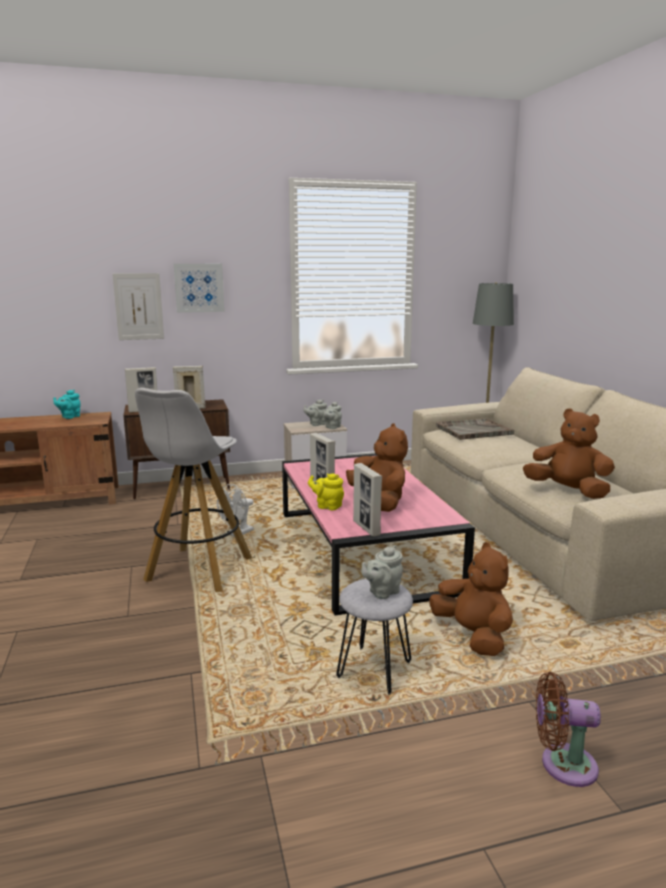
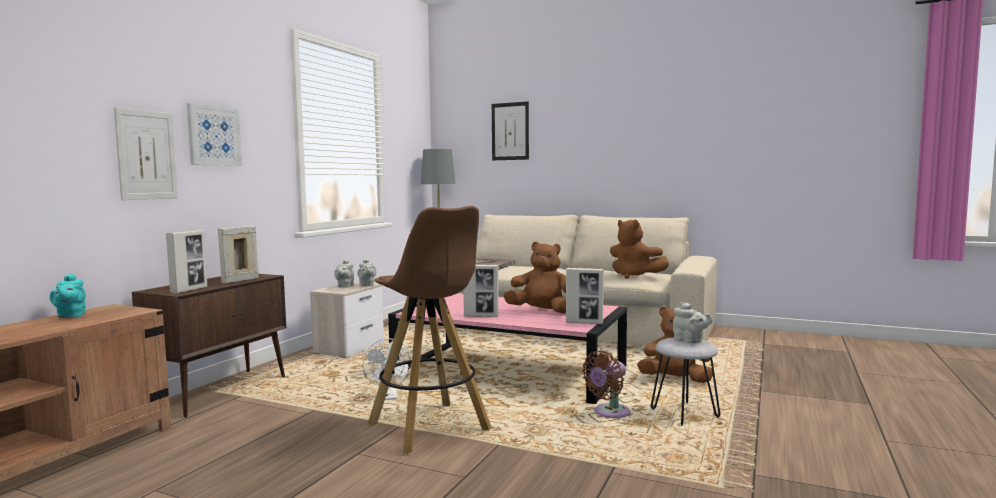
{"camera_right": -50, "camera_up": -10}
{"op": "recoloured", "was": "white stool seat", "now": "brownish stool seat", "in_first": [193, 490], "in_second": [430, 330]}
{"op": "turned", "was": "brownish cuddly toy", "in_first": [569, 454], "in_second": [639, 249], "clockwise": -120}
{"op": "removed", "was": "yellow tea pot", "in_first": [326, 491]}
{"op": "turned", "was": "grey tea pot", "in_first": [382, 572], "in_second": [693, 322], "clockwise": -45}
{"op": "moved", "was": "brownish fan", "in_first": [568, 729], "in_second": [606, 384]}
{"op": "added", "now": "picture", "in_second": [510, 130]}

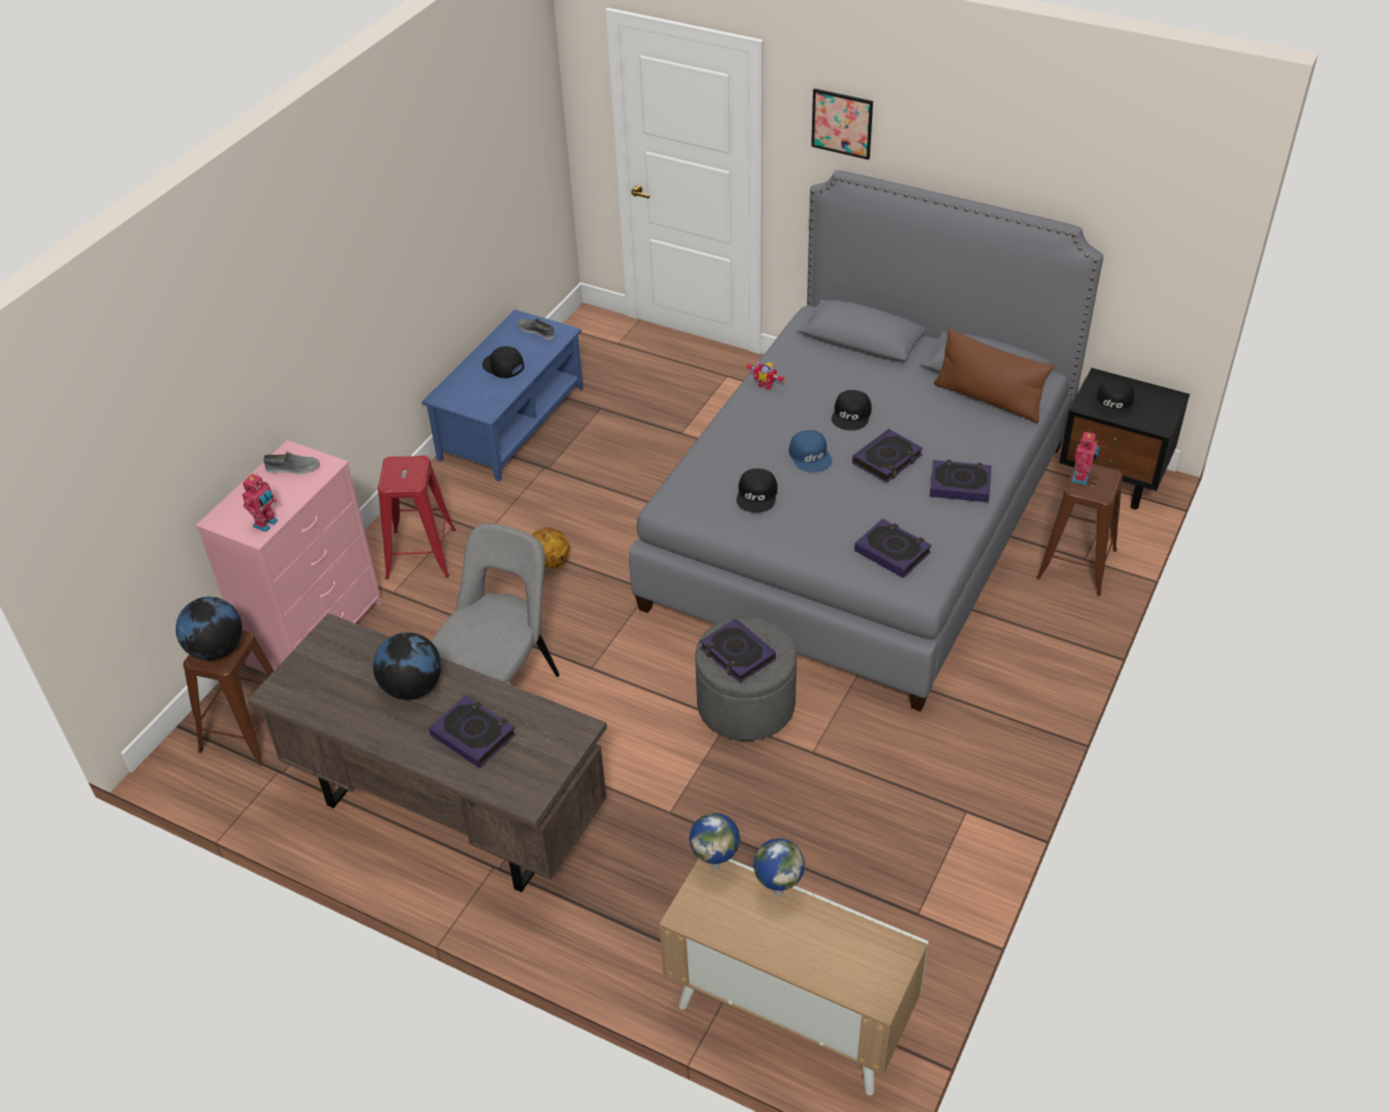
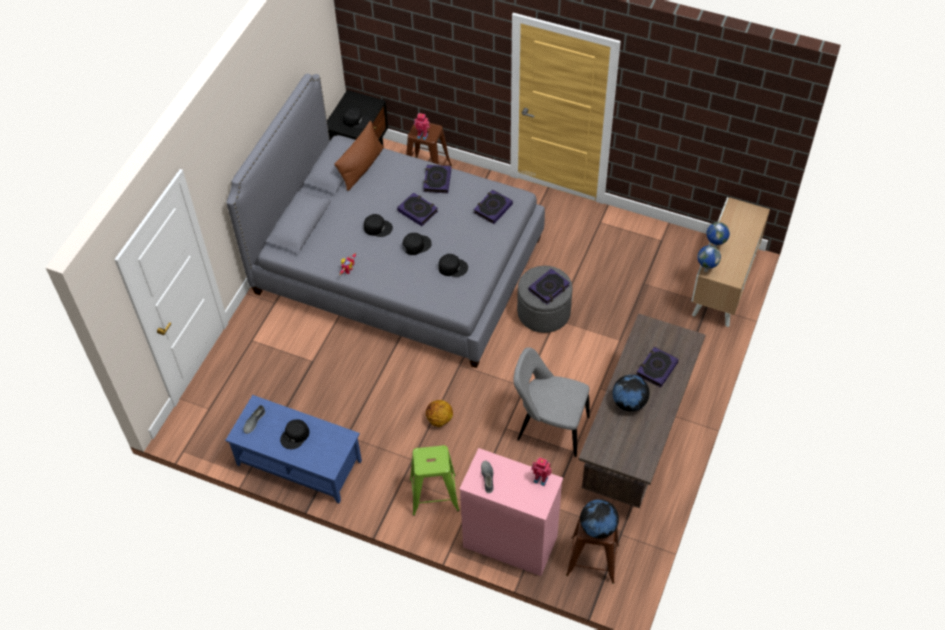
{"camera_right": -95, "camera_up": 10}
{"op": "removed", "was": "picture", "in_first": [842, 124]}
{"op": "recoloured", "was": "bluish peaked cap", "now": "blackish peaked cap", "in_first": [810, 451], "in_second": [417, 244]}
{"op": "recoloured", "was": "red-coloured stool seat", "now": "greenish stool seat", "in_first": [417, 517], "in_second": [434, 480]}

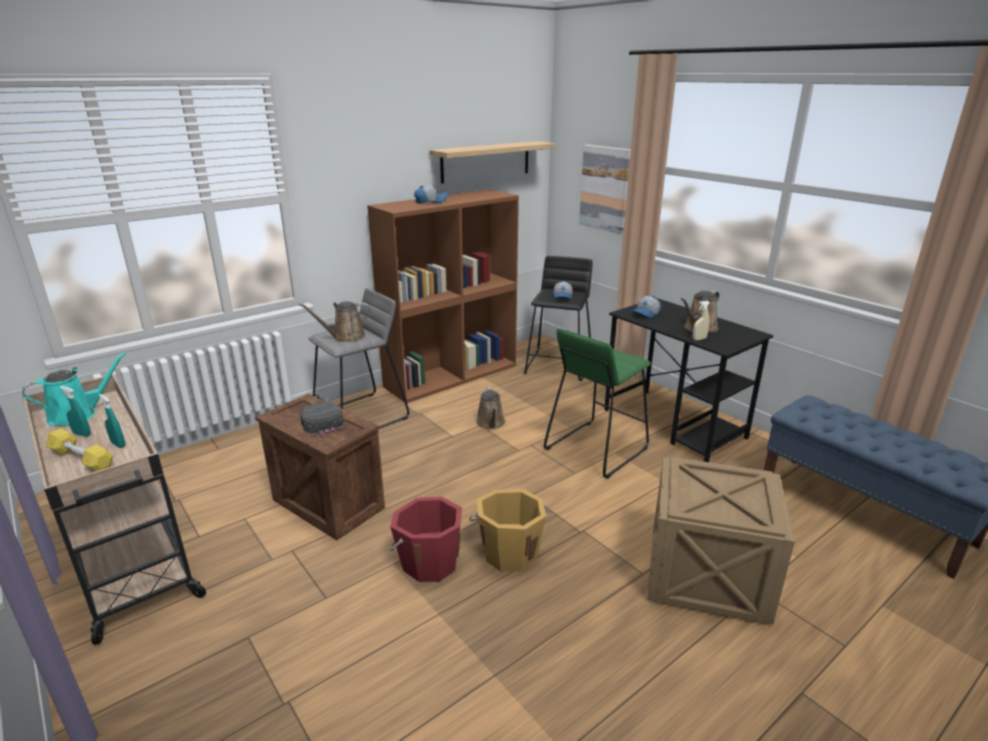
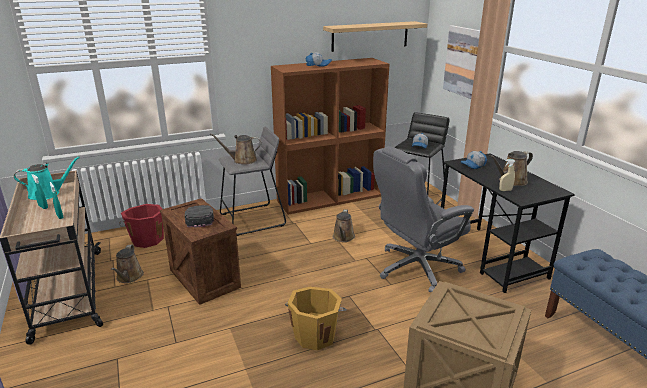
{"camera_right": 15, "camera_up": 0}
{"op": "replaced", "was": "greenish stool seat", "now": "grey computer chair", "in_first": [597, 403], "in_second": [423, 219]}
{"op": "removed", "was": "yellow hand weight", "in_first": [79, 449]}
{"op": "moved", "was": "red-coloured bucket", "in_first": [426, 539], "in_second": [141, 226]}
{"op": "added", "now": "brownish watering pot", "in_second": [127, 264]}

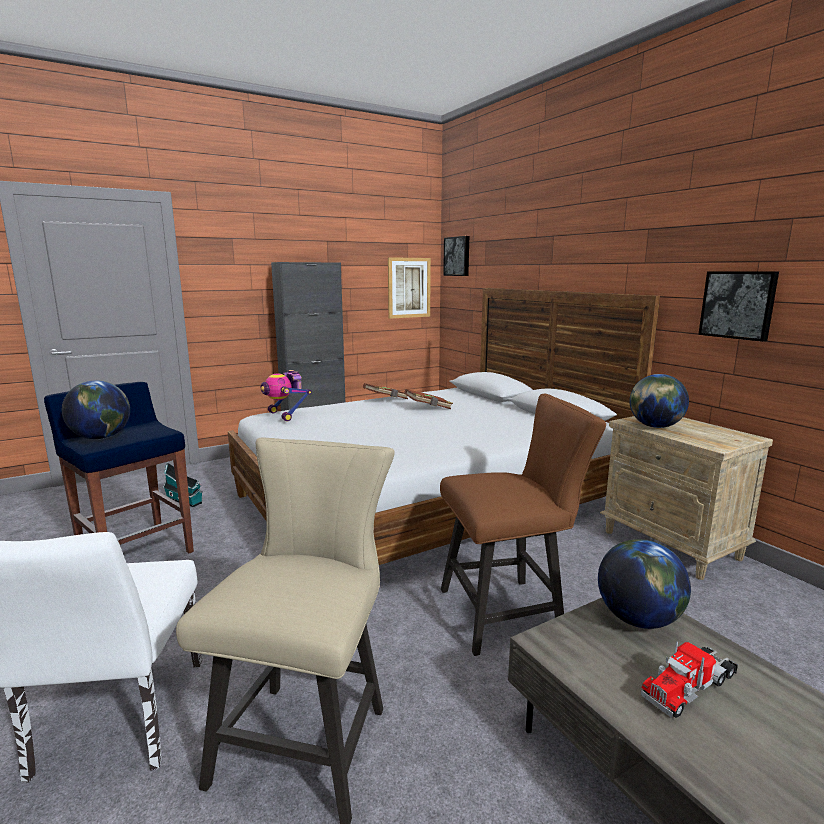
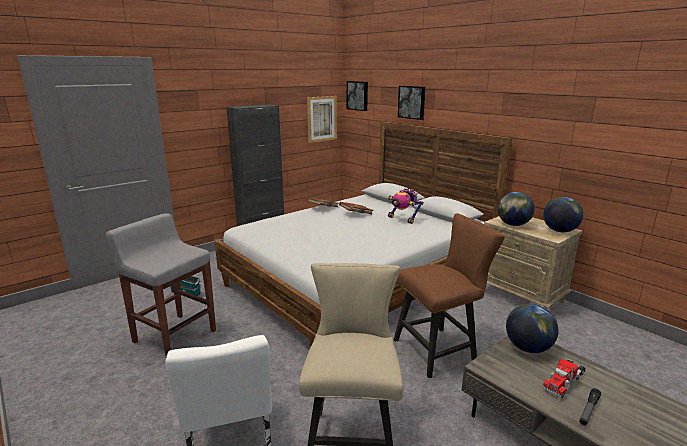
{"camera_right": -10, "camera_up": 5}
{"op": "moved", "was": "picture", "in_first": [738, 306], "in_second": [411, 103]}
{"op": "moved", "was": "model robot", "in_first": [286, 395], "in_second": [406, 206]}
{"op": "moved", "was": "world globe", "in_first": [96, 409], "in_second": [563, 214]}
{"op": "recoloured", "was": "bluish stool seat", "now": "grey stool seat", "in_first": [119, 467], "in_second": [161, 285]}
{"op": "added", "now": "flashlight", "in_second": [590, 407]}

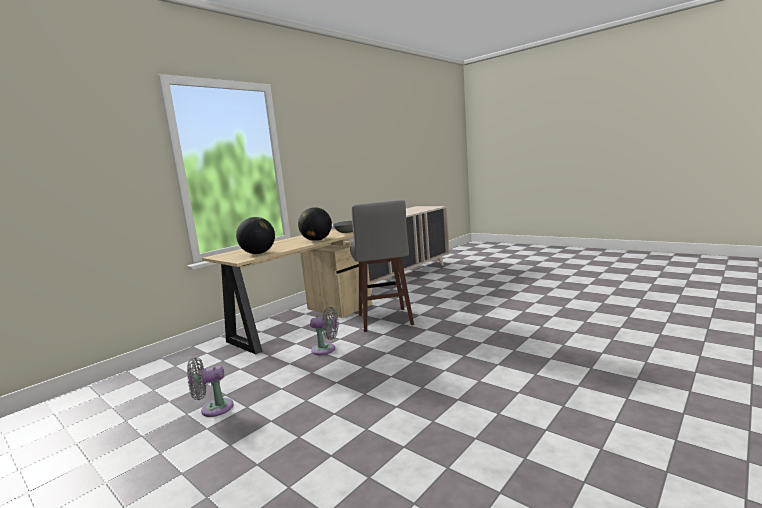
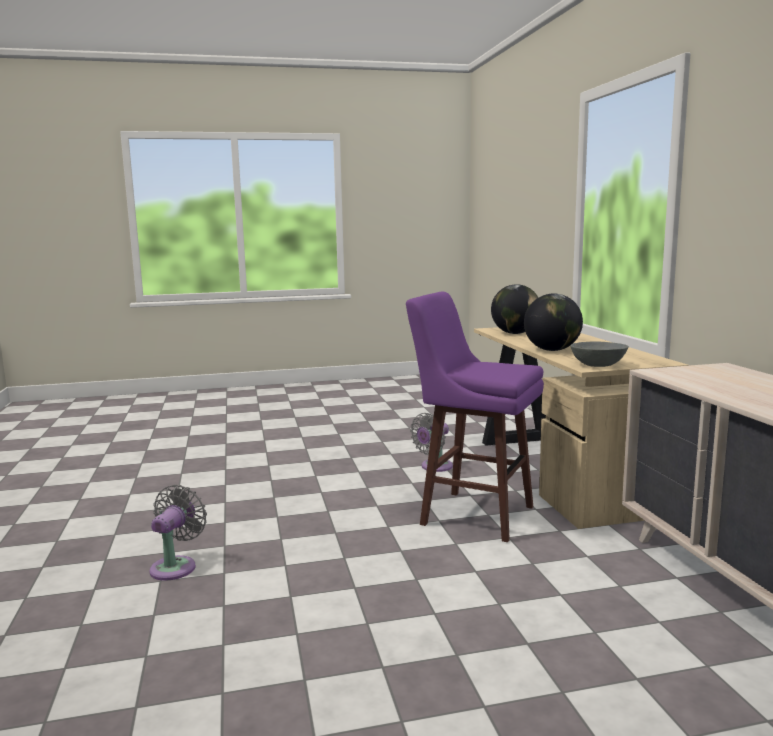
{"camera_right": 125, "camera_up": 0}
{"op": "recoloured", "was": "grey stool seat", "now": "purplish stool seat", "in_first": [382, 266], "in_second": [475, 416]}
{"op": "moved", "was": "grey fan", "in_first": [210, 387], "in_second": [178, 532]}

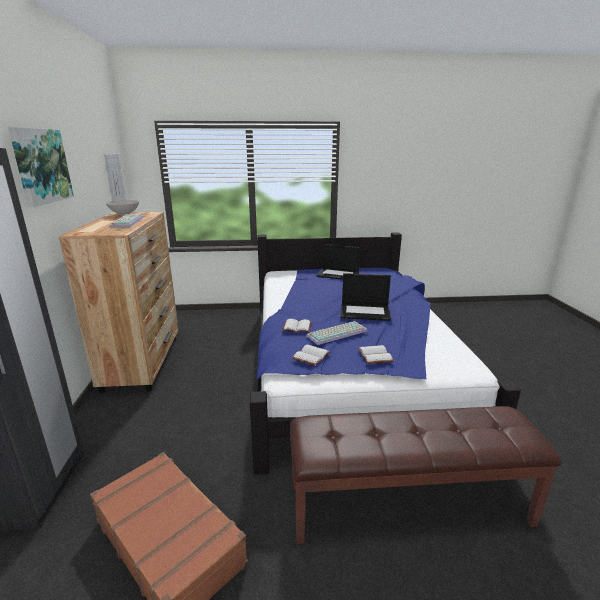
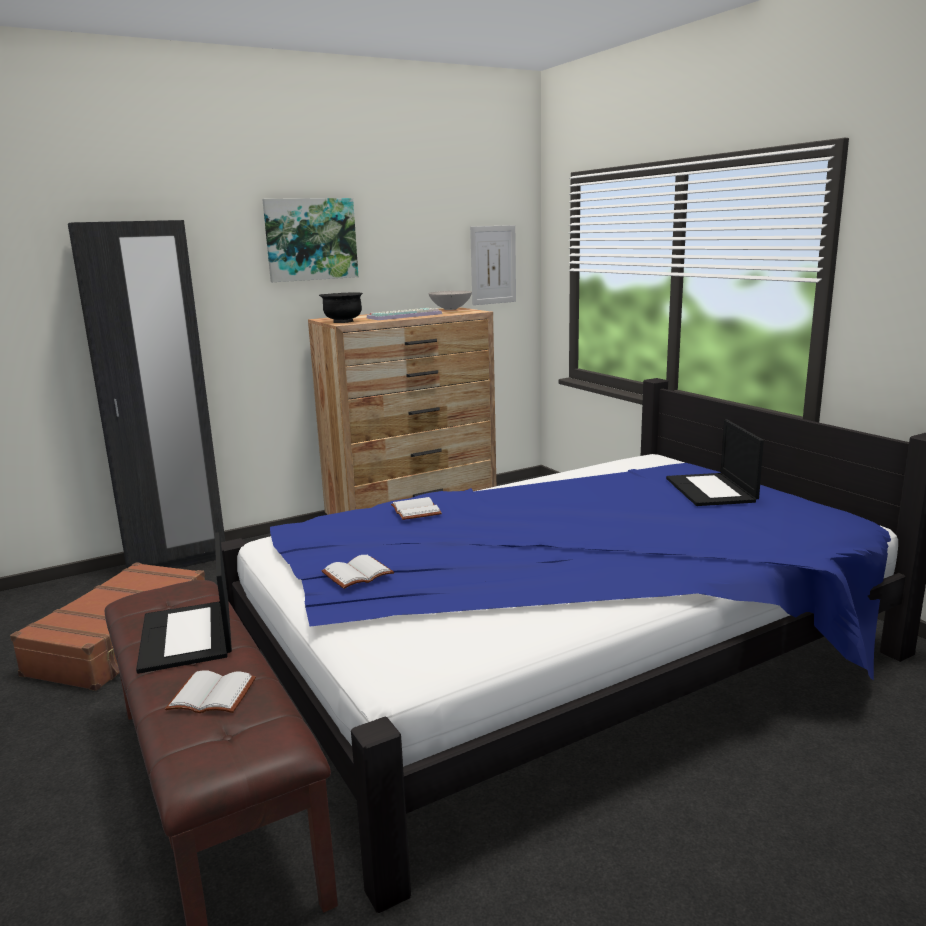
{"camera_right": 65, "camera_up": -5}
{"op": "moved", "was": "notebook computer", "in_first": [365, 297], "in_second": [184, 603]}
{"op": "removed", "was": "keyboard", "in_first": [337, 333]}
{"op": "moved", "was": "white volume", "in_first": [311, 355], "in_second": [210, 691]}
{"op": "added", "now": "blackish deep dish", "in_second": [341, 307]}

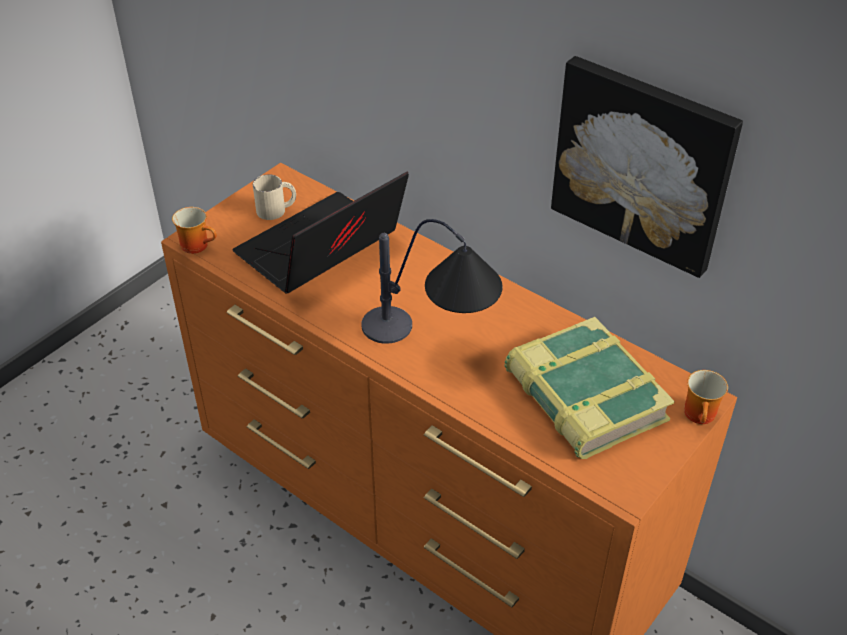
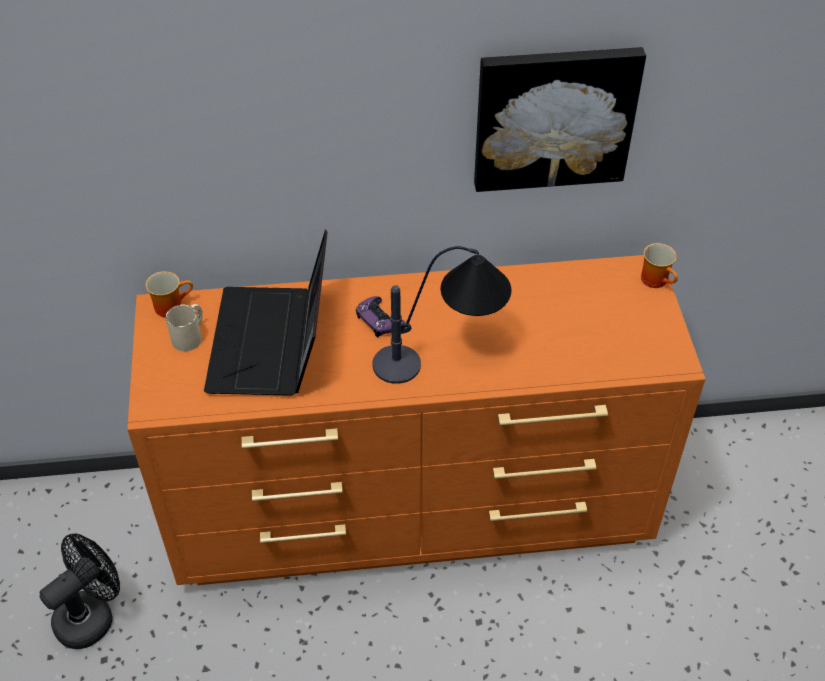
{"camera_right": -45, "camera_up": 5}
{"op": "moved", "was": "mug", "in_first": [194, 230], "in_second": [169, 294]}
{"op": "removed", "was": "volume", "in_first": [589, 388]}
{"op": "added", "now": "purplish joypad", "in_second": [381, 316]}
{"op": "added", "now": "blackish fan", "in_second": [79, 591]}

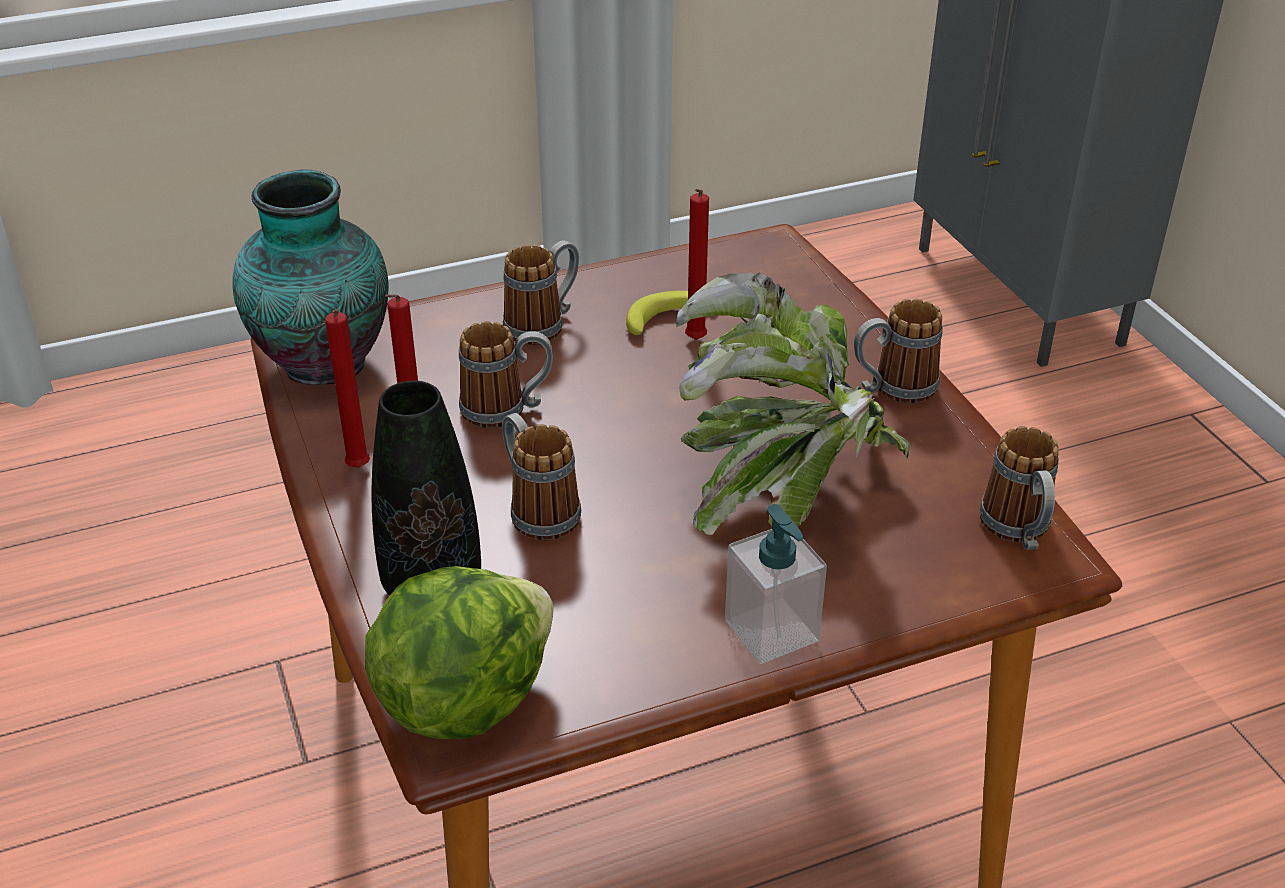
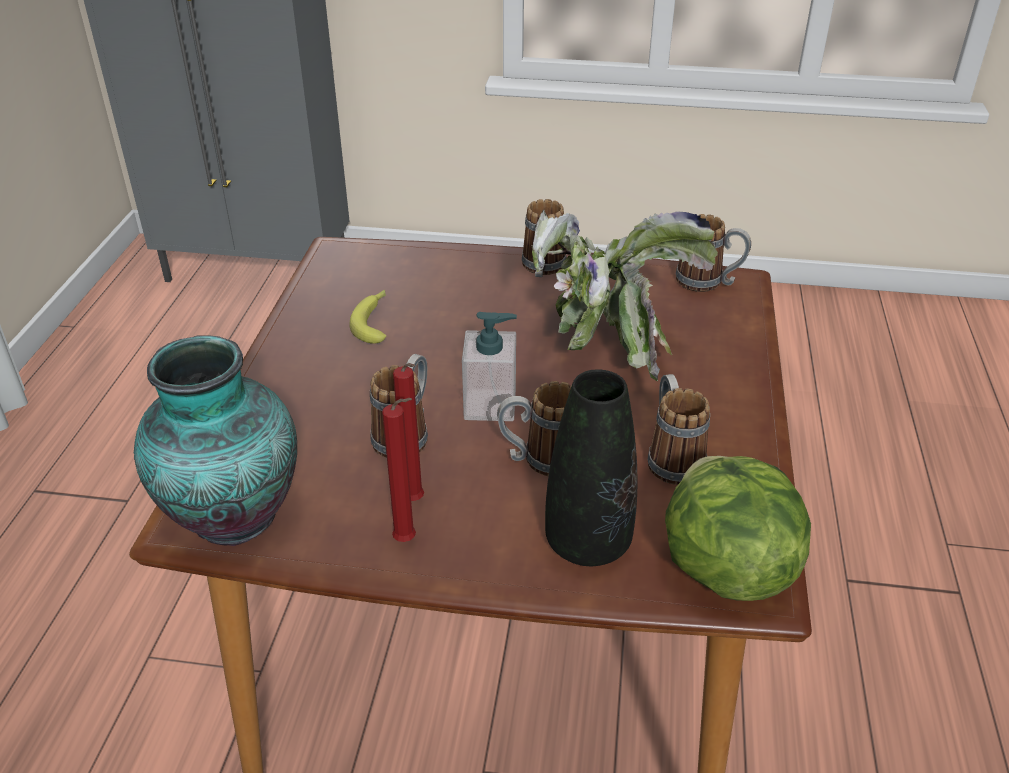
{"camera_right": -60, "camera_up": 0}
{"op": "removed", "was": "red-coloured candle", "in_first": [697, 264]}
{"op": "moved", "was": "mug", "in_first": [541, 292], "in_second": [678, 429]}
{"op": "moved", "was": "soap bottle", "in_first": [776, 584], "in_second": [489, 366]}

